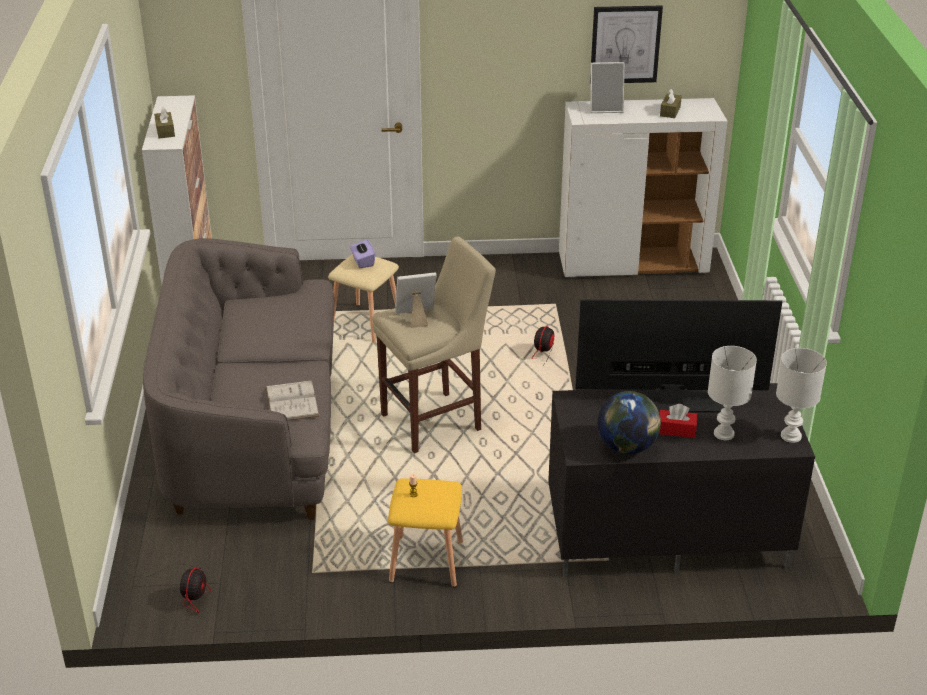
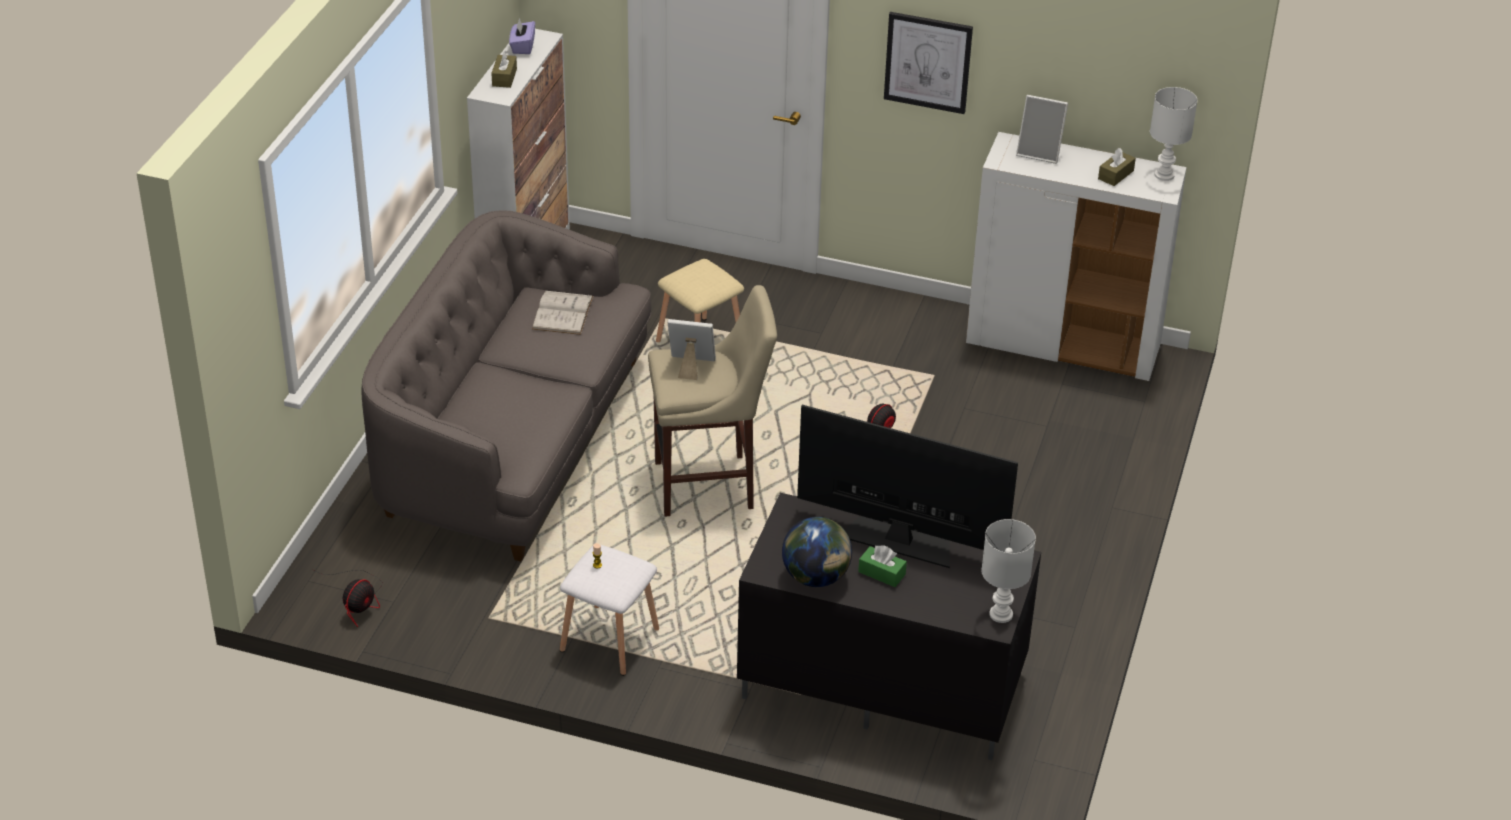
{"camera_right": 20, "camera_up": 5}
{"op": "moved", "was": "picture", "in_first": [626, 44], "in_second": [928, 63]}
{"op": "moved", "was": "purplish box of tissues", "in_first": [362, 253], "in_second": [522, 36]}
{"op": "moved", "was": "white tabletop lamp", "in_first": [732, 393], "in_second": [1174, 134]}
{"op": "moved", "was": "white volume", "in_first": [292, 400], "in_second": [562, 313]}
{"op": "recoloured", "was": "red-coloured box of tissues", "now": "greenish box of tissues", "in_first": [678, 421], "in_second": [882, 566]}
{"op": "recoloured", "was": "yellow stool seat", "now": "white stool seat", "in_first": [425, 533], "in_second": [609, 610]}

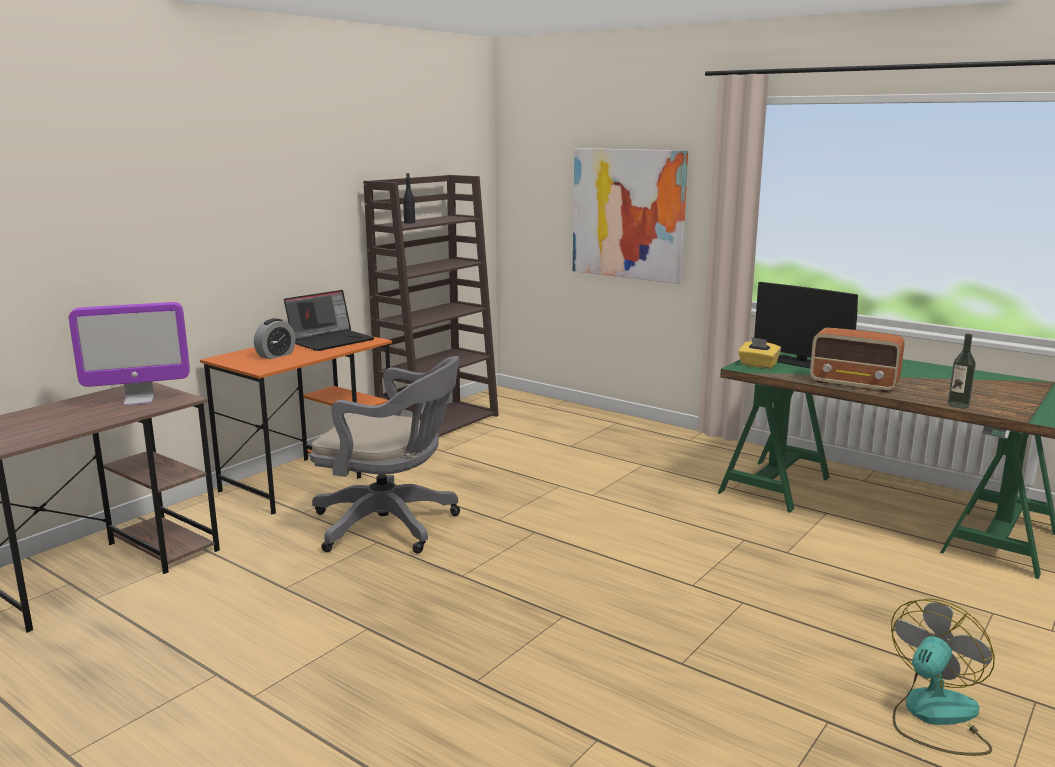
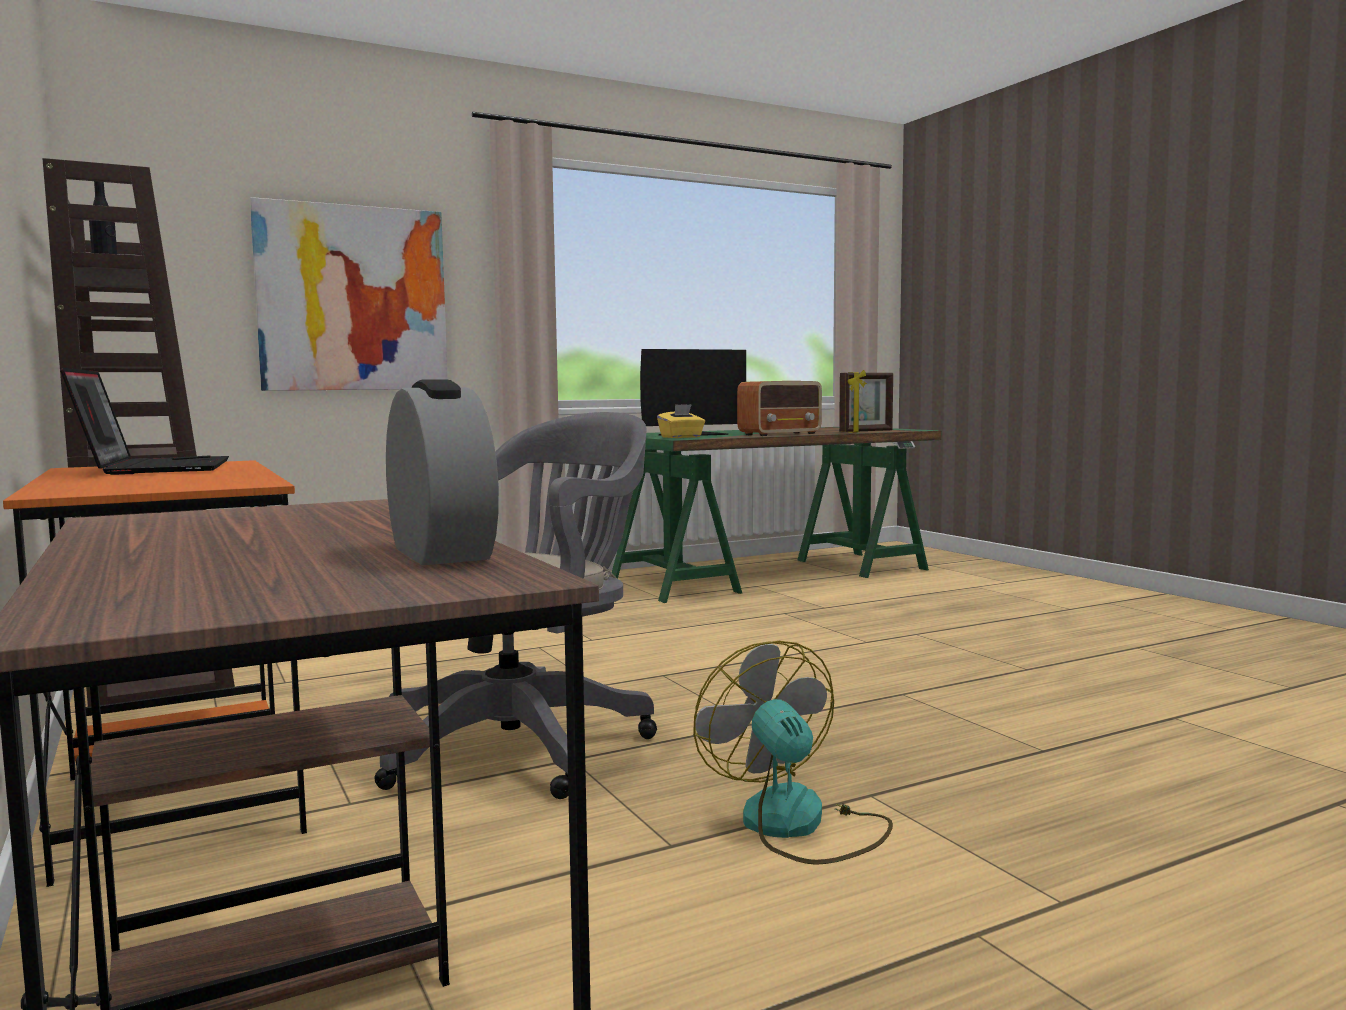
{"camera_right": -65, "camera_up": -10}
{"op": "removed", "was": "computer display", "in_first": [129, 354]}
{"op": "moved", "was": "bedside clock", "in_first": [275, 338], "in_second": [442, 472]}
{"op": "replaced", "was": "bottle", "now": "photo frame", "in_first": [962, 371], "in_second": [866, 401]}
{"op": "moved", "was": "fan", "in_first": [943, 677], "in_second": [793, 753]}

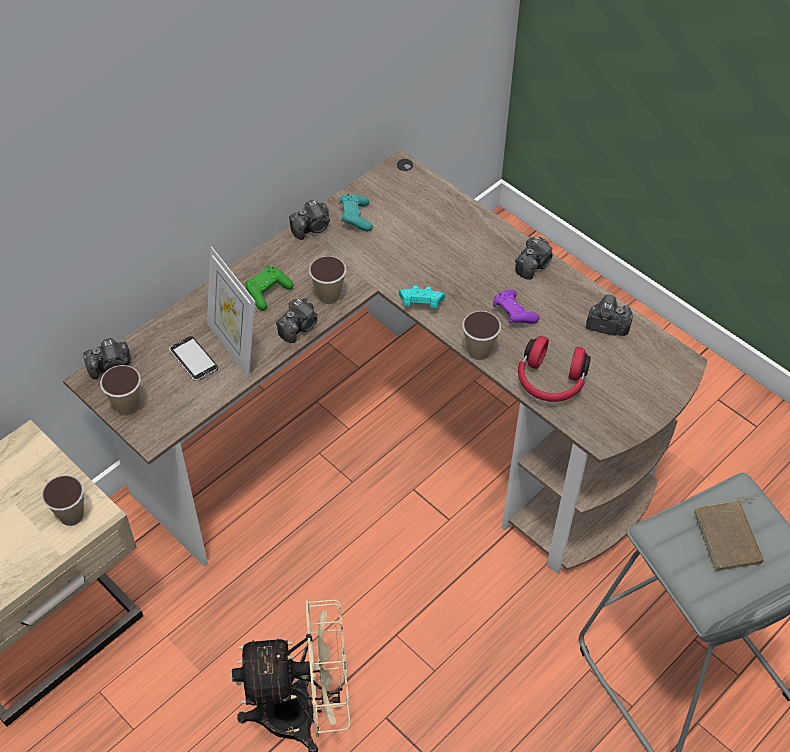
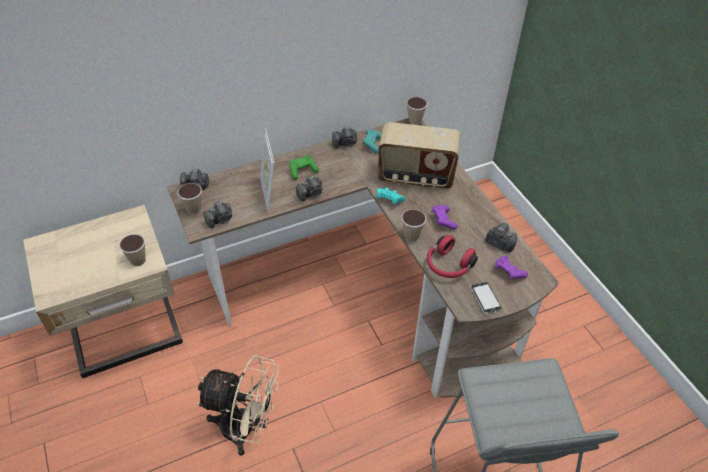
{"camera_right": 20, "camera_up": -5}
{"op": "moved", "was": "still camera", "in_first": [534, 258], "in_second": [217, 214]}
{"op": "moved", "was": "small cup", "in_first": [327, 280], "in_second": [417, 111]}
{"op": "moved", "was": "handset", "in_first": [193, 358], "in_second": [486, 298]}
{"op": "removed", "was": "brownish volume", "in_first": [729, 534]}
{"op": "added", "now": "radio", "in_second": [419, 155]}
{"op": "added", "now": "purplish joypad", "in_second": [511, 268]}

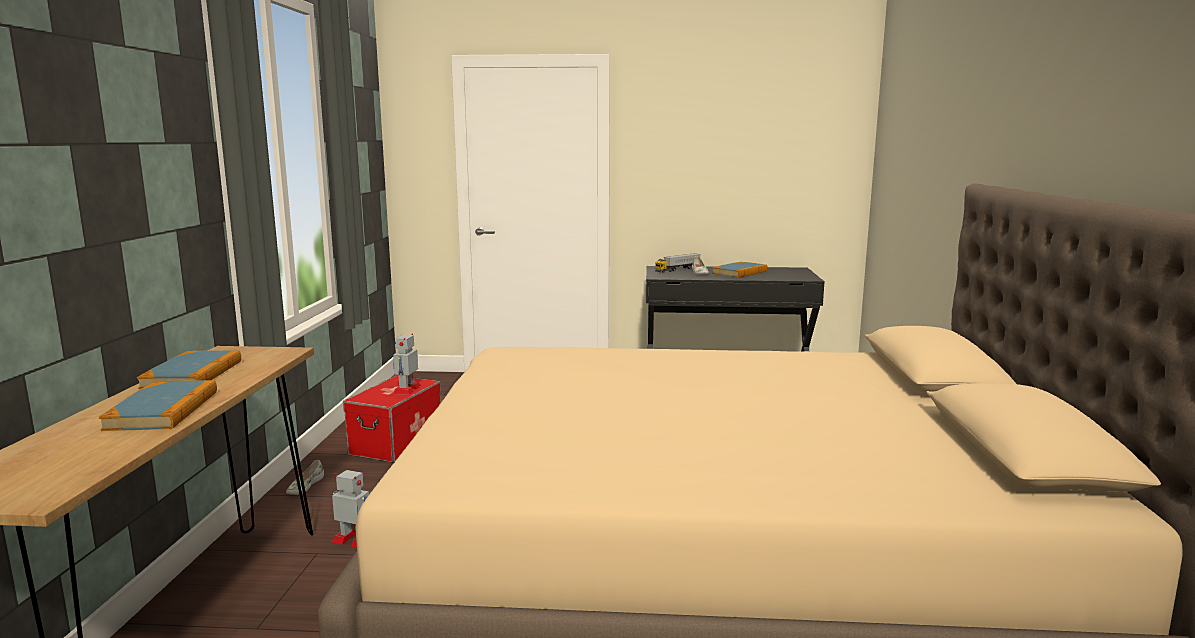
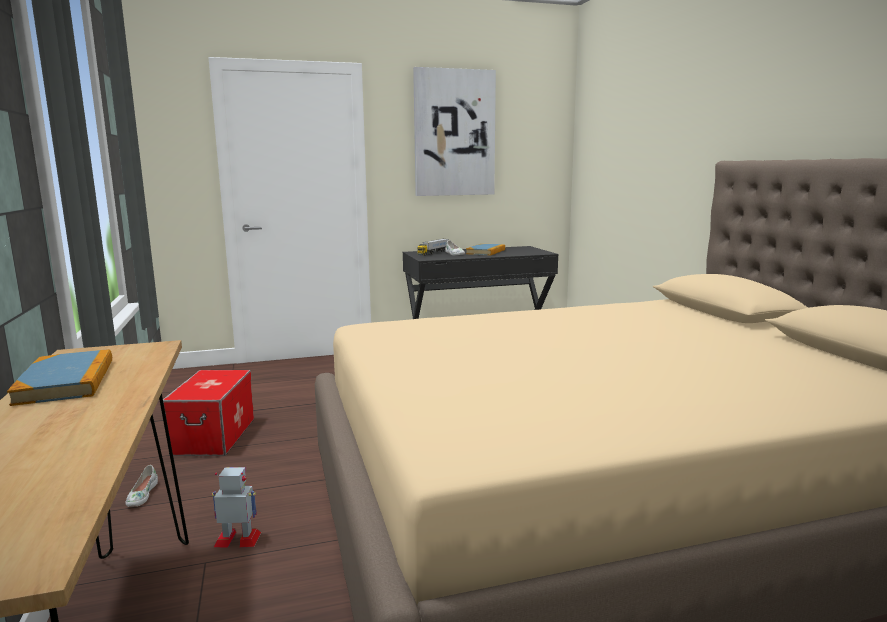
{"camera_right": -20, "camera_up": 0}
{"op": "removed", "was": "model robot", "in_first": [407, 364]}
{"op": "removed", "was": "volume", "in_first": [158, 405]}
{"op": "added", "now": "picture", "in_second": [454, 131]}

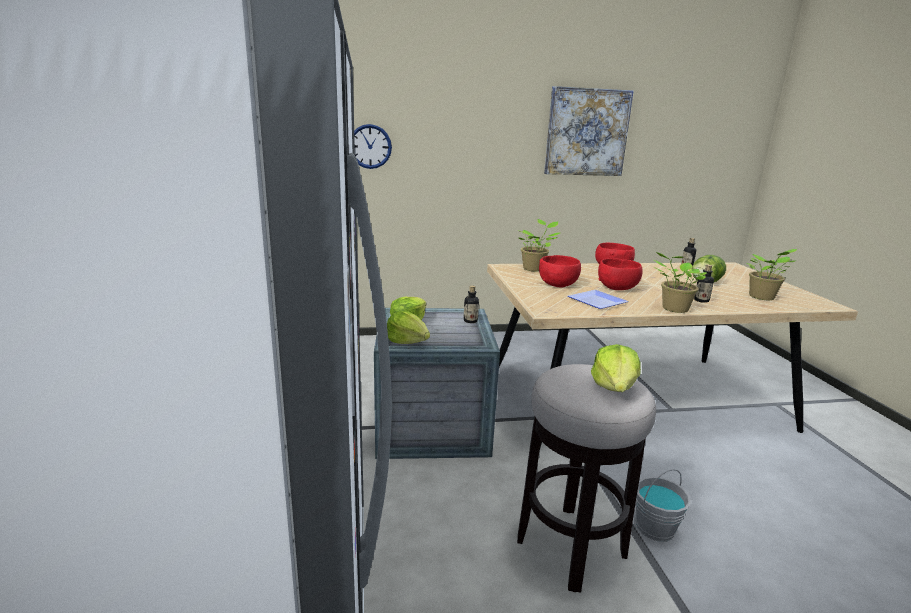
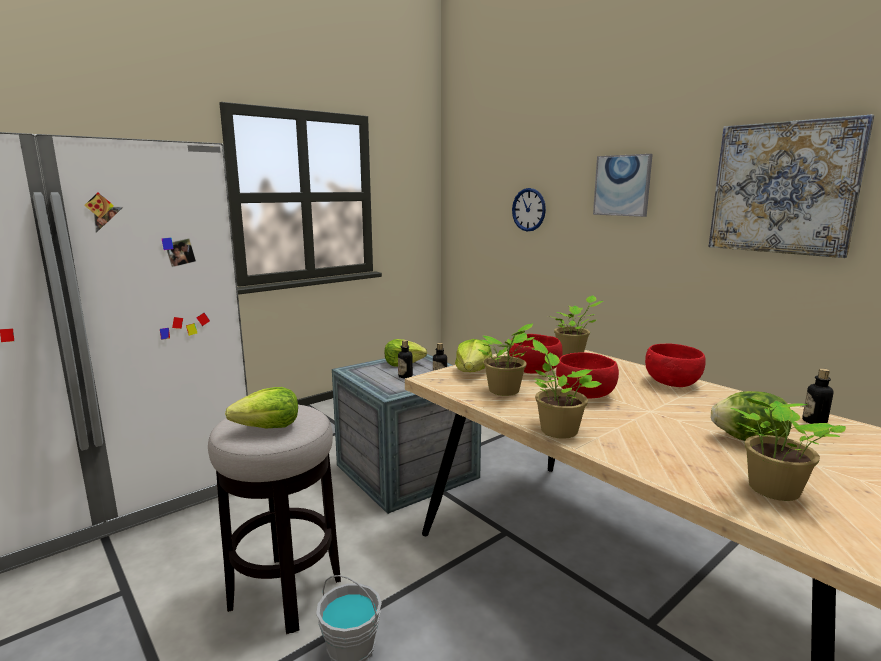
{"camera_right": 60, "camera_up": -5}
{"op": "moved", "was": "bottle", "in_first": [704, 284], "in_second": [405, 359]}
{"op": "replaced", "was": "flat dish", "now": "houseplant", "in_first": [598, 299], "in_second": [506, 359]}
{"op": "moved", "was": "lettuce head", "in_first": [408, 327], "in_second": [473, 355]}
{"op": "added", "now": "picture", "in_second": [623, 185]}

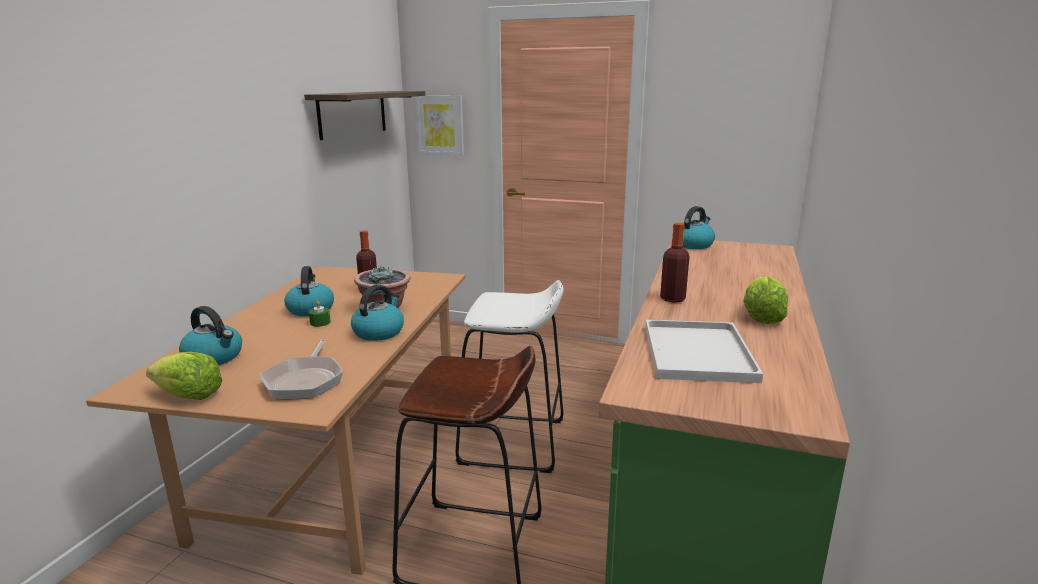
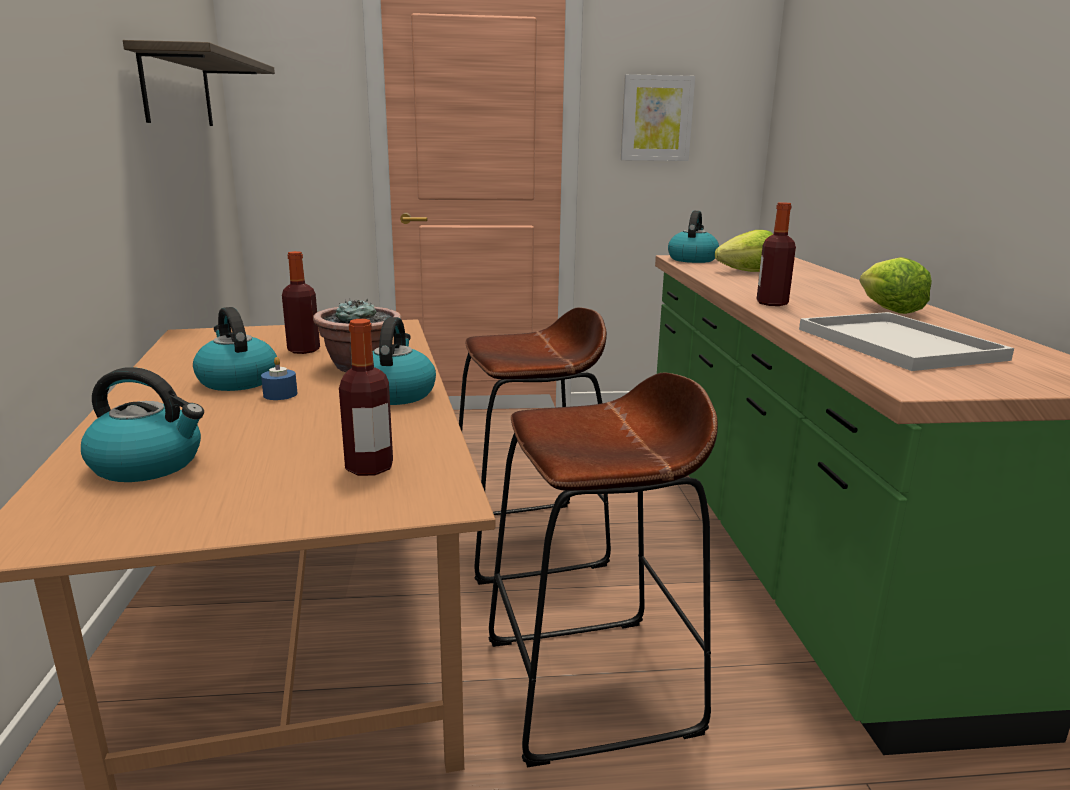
{"camera_right": -25, "camera_up": 0}
{"op": "moved", "was": "picture", "in_first": [439, 125], "in_second": [658, 117]}
{"op": "recoloured", "was": "white stool seat", "now": "brownish stool seat", "in_first": [509, 376], "in_second": [535, 446]}
{"op": "recoloured", "was": "greenish candle", "now": "bluish candle", "in_first": [320, 314], "in_second": [279, 378]}
{"op": "replaced", "was": "frying pan", "now": "bottle", "in_first": [301, 369], "in_second": [366, 397]}
{"op": "moved", "was": "lettuce head", "in_first": [184, 376], "in_second": [744, 251]}

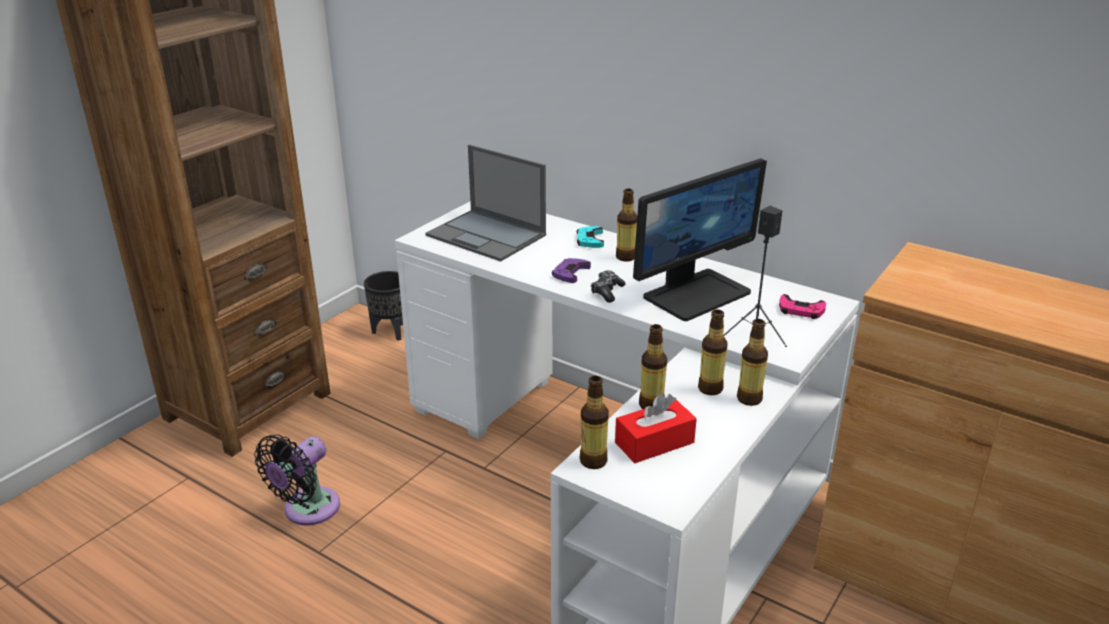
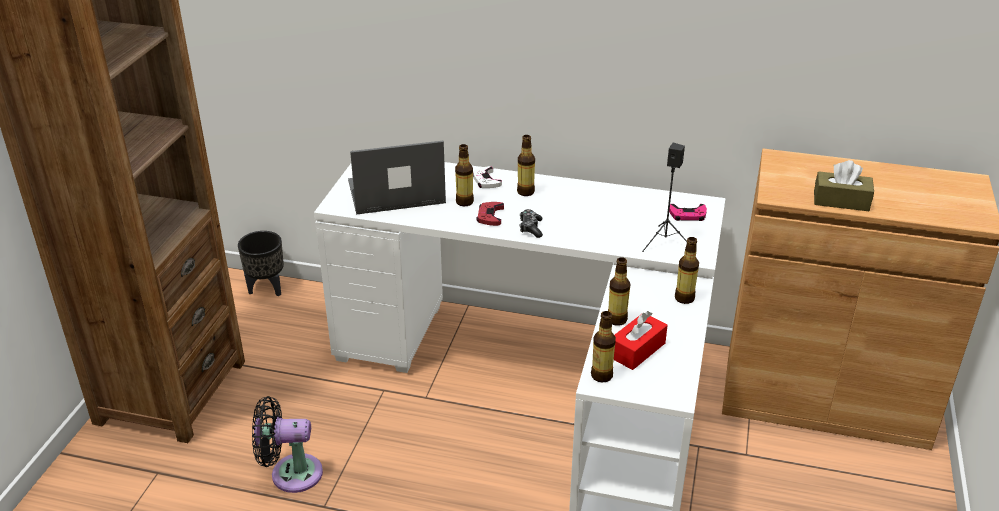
{"camera_right": -20, "camera_up": 5}
{"op": "turned", "was": "notebook computer", "in_first": [486, 203], "in_second": [397, 177], "clockwise": 150}
{"op": "removed", "was": "computer display", "in_first": [700, 239]}
{"op": "recoloured", "was": "turquoise-coloured joypad", "now": "white joypad", "in_first": [590, 237], "in_second": [487, 177]}
{"op": "recoloured", "was": "purplish joypad", "now": "red-coloured joypad", "in_first": [571, 270], "in_second": [490, 214]}
{"op": "moved", "was": "bottle", "in_first": [713, 352], "in_second": [464, 175]}
{"op": "turned", "was": "blackish fan", "in_first": [297, 480], "in_second": [287, 444], "clockwise": 75}
{"op": "added", "now": "brownish box of tissues", "in_second": [844, 185]}

